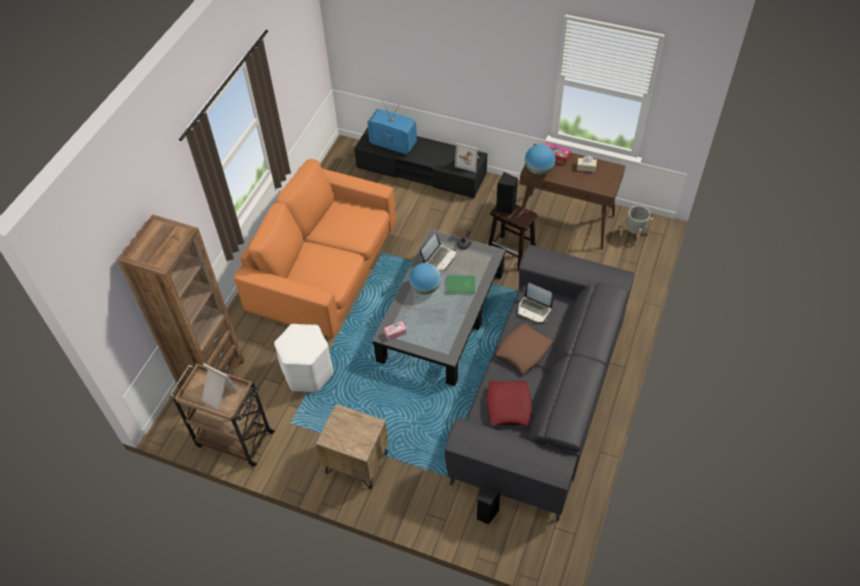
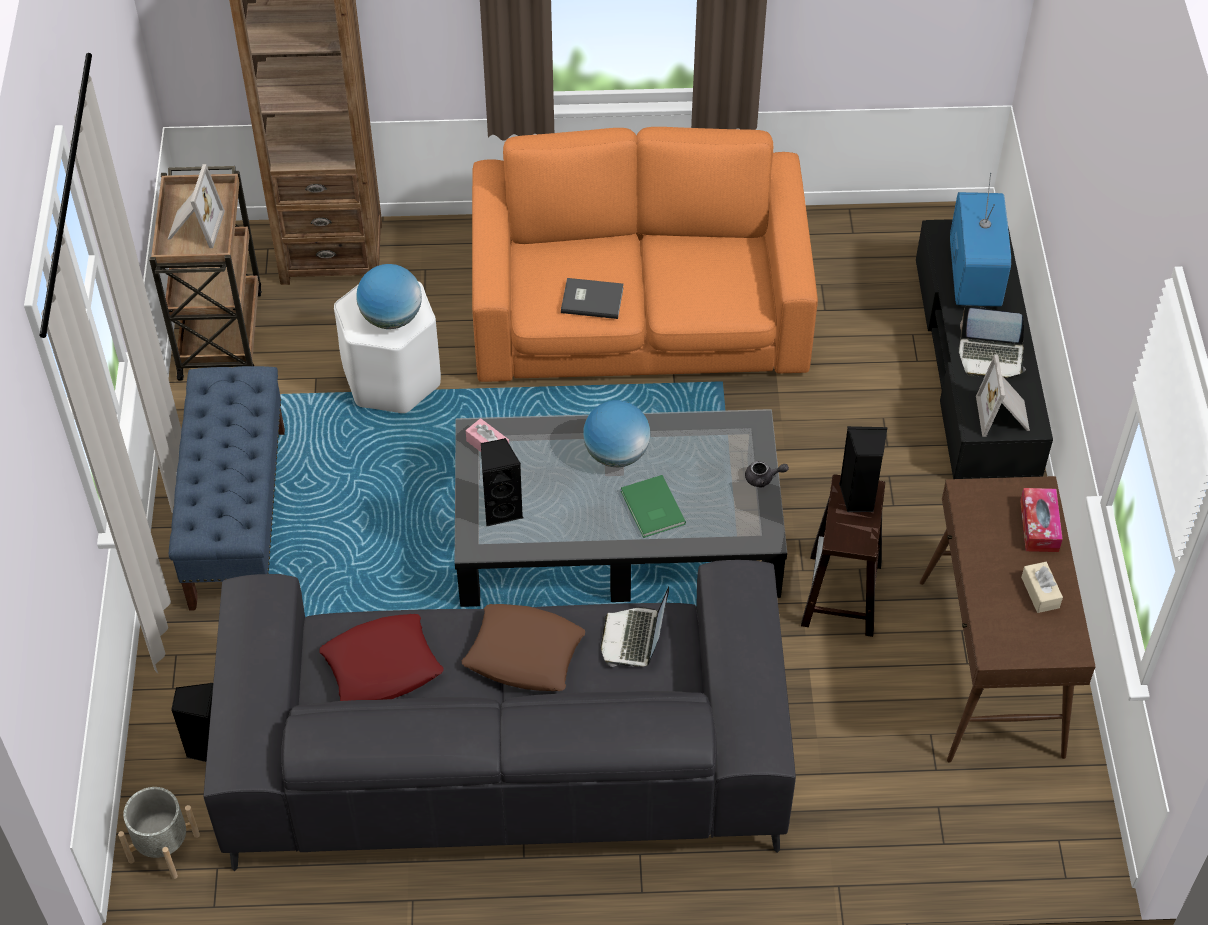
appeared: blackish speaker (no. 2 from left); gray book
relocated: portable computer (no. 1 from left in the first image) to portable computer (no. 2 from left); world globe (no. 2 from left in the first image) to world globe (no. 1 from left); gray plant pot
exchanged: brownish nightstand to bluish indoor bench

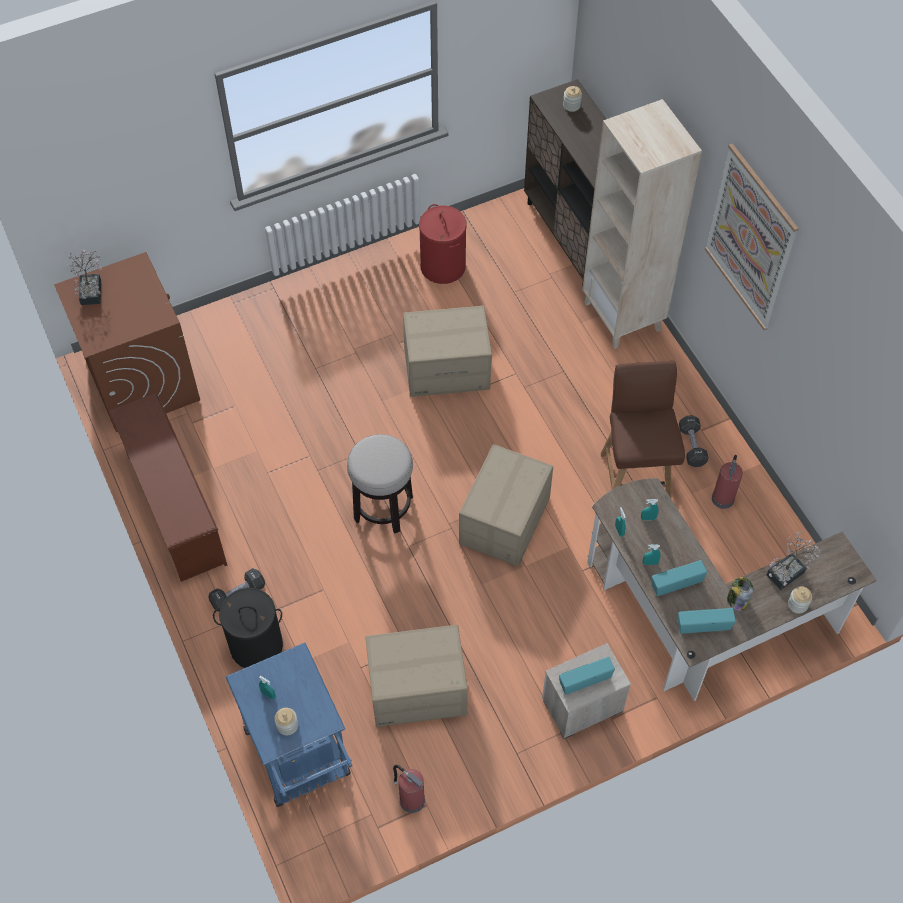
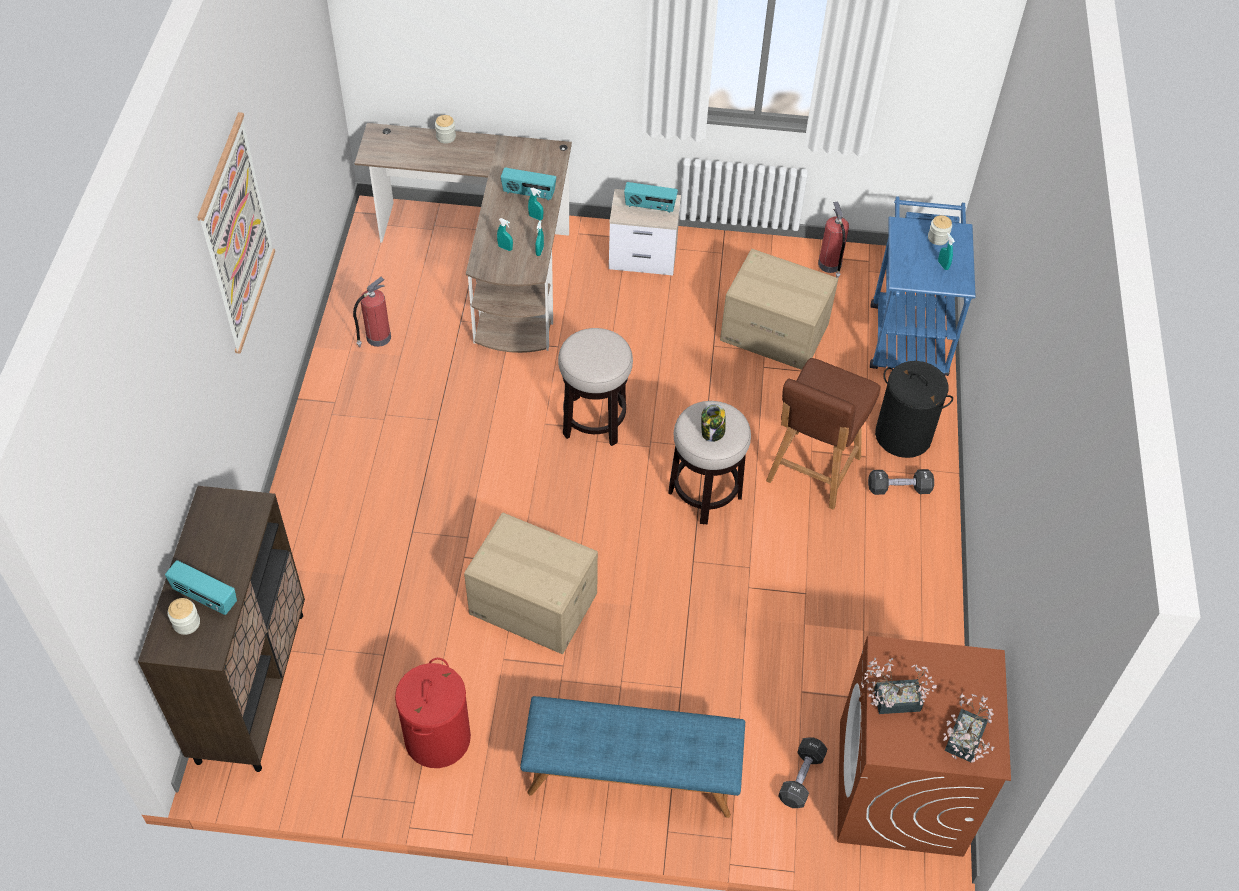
missing: brownish shoe rack; beige bookshelf
appeared: bluish indoor bench
relocated: brownish chair; radio receiver (no. 3 from left in the first image) to radio receiver (no. 1 from left); blackish free weight (no. 2 from left in the first image) to blackish free weight (no. 1 from left); storage jar (no. 3 from left); potted plant (no. 2 from left in the first image) to potted plant (no. 1 from left)
exchanged: cardboard box (no. 3 from left) to stool seat (no. 1 from left)

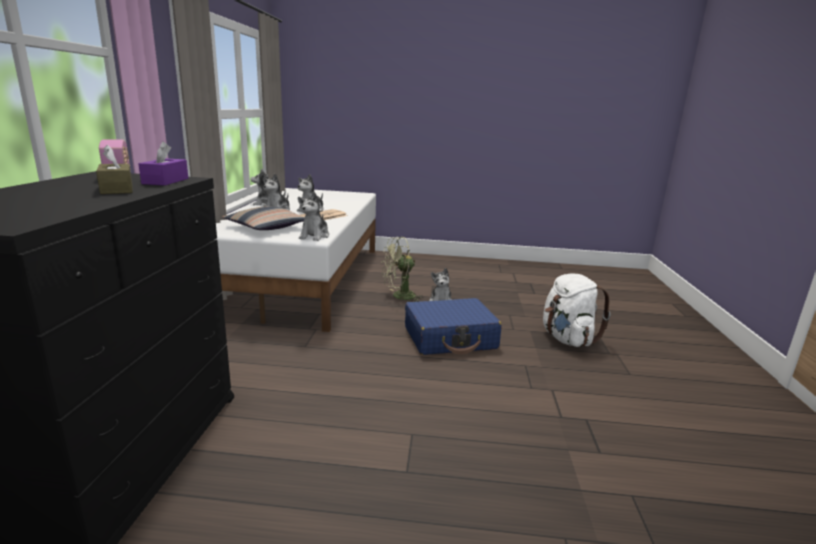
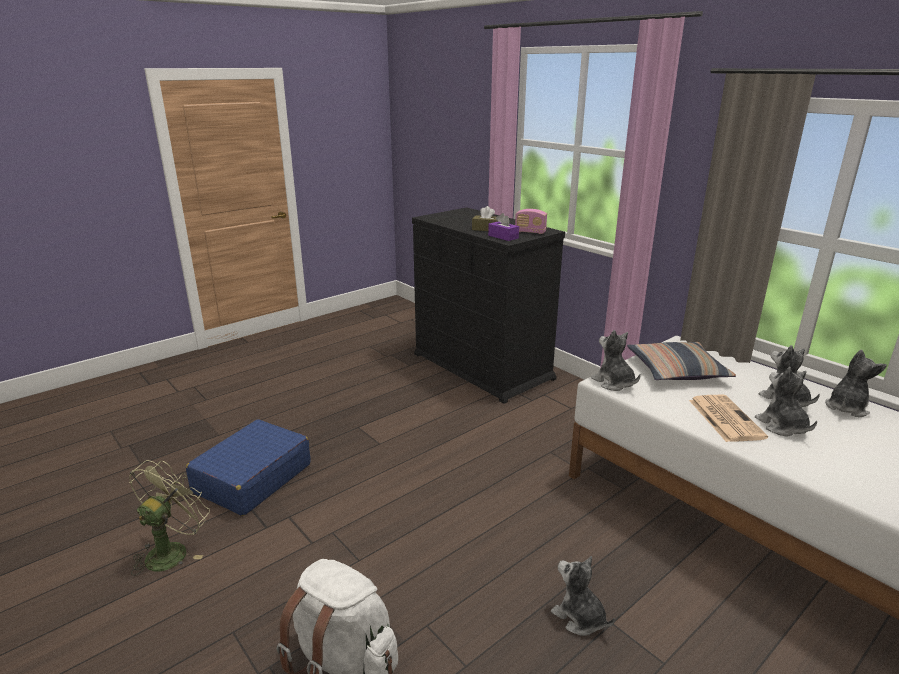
relocated: greenish cooling fan; bluish travel case

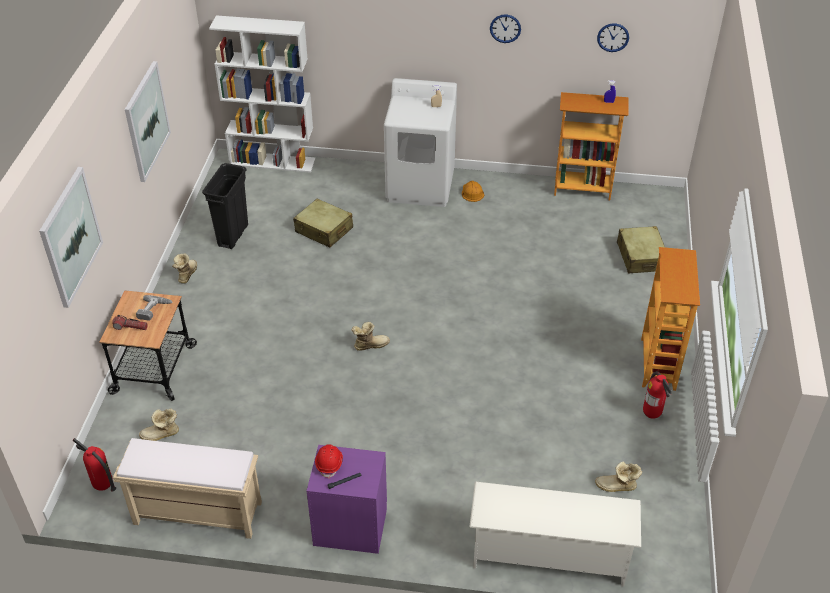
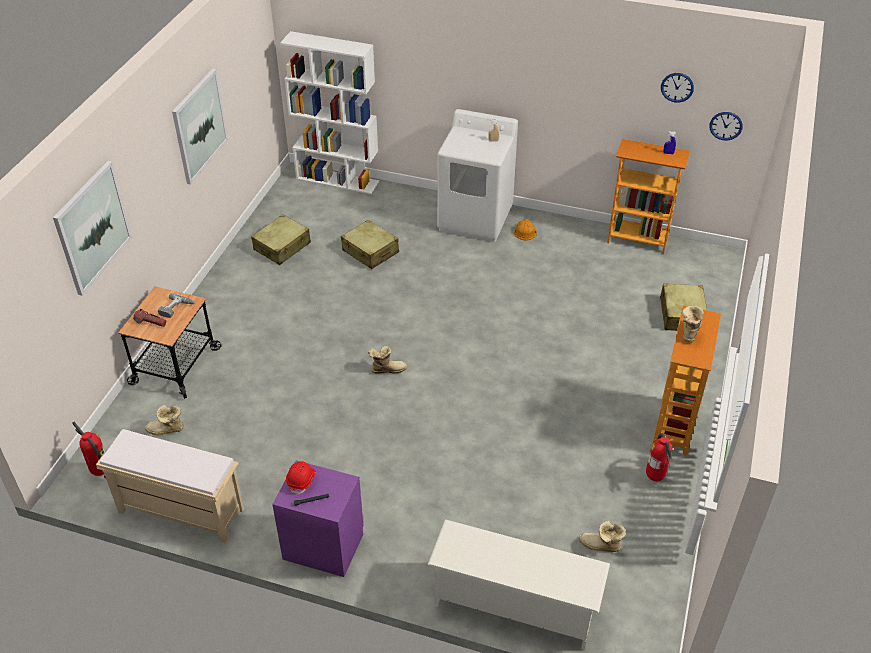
relocated: tall boot (no. 2 from left in the first image) to tall boot (no. 4 from left); hanging clock (no. 1 from left in the first image) to hanging clock (no. 2 from left)
exchanged: blackish rubbish bin to beige travel case (no. 1 from left)

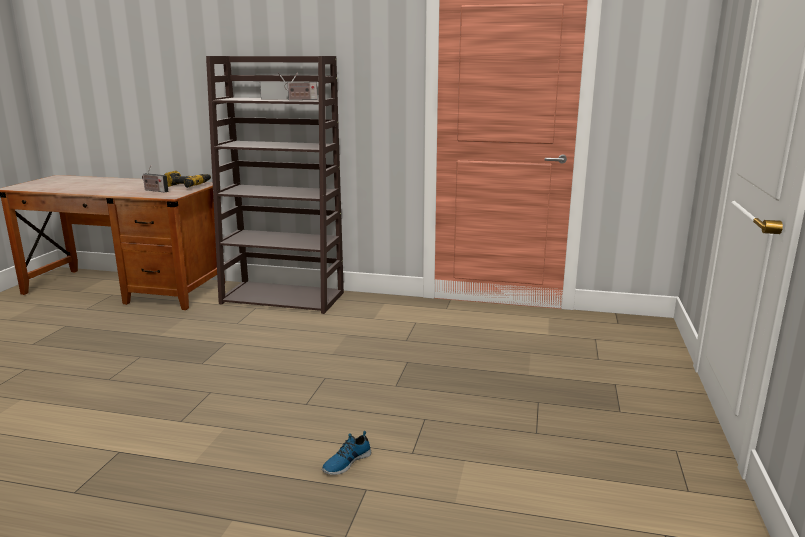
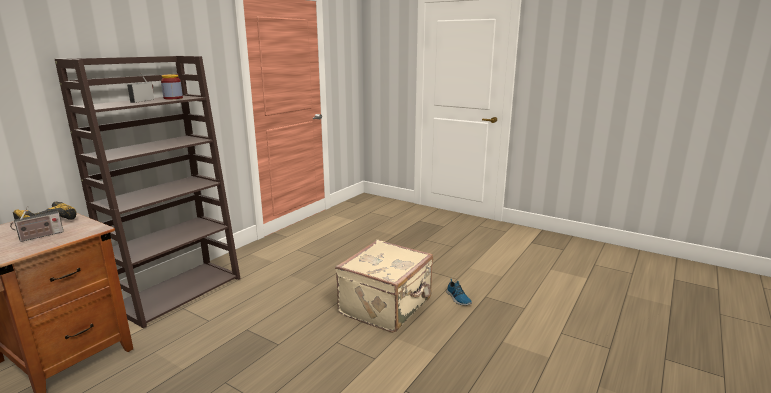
appeared: beige travel case
exchanged: radio receiver (no. 3 from left) to storage jar

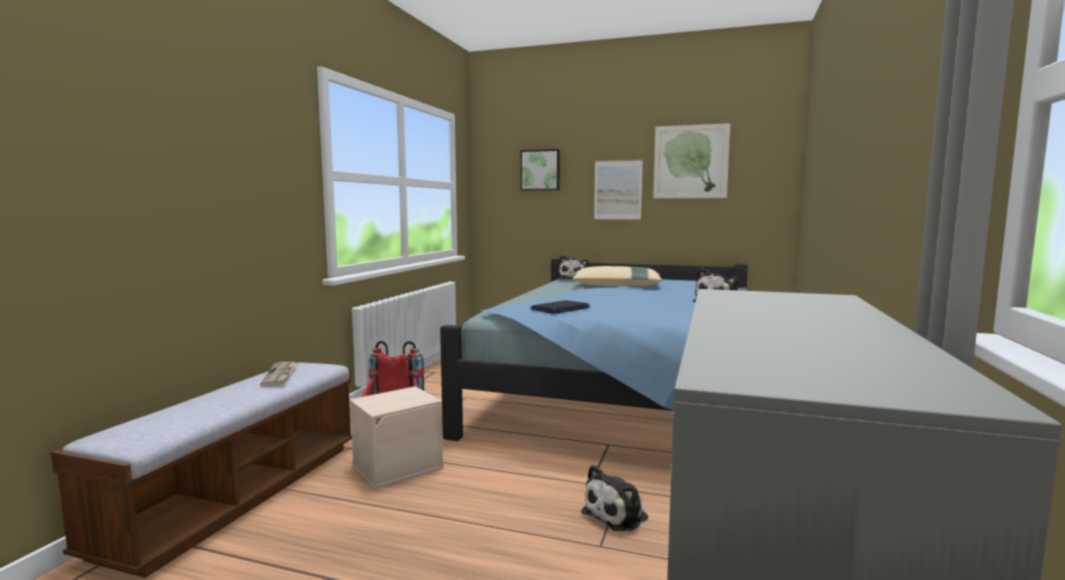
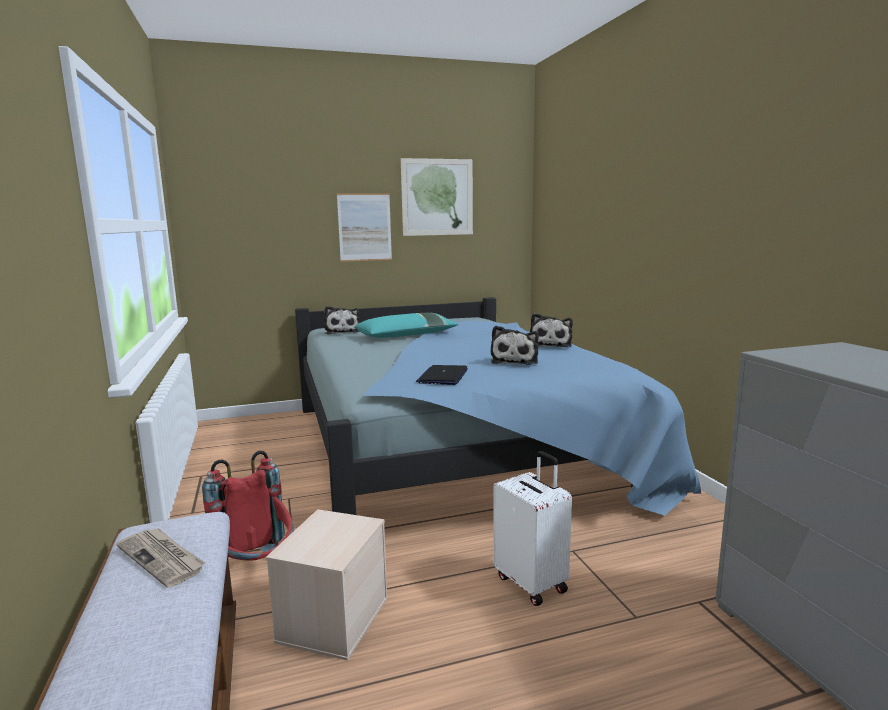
missing: wall picture (no. 1 from left)
appeared: white-coloured travel case
relocated: plush toy (no. 2 from left)
colour: beige cushion to blue-green cushion

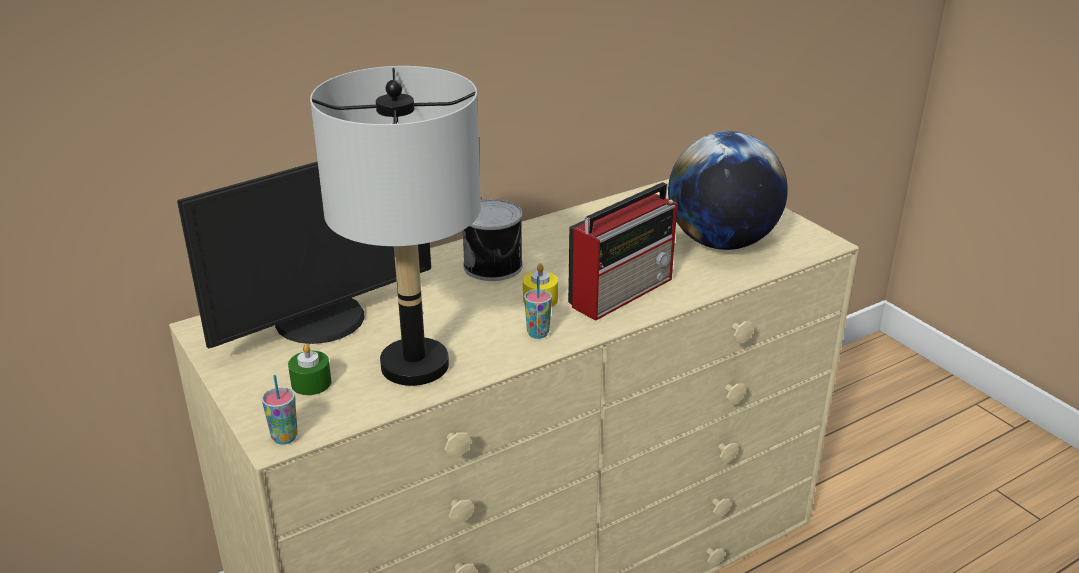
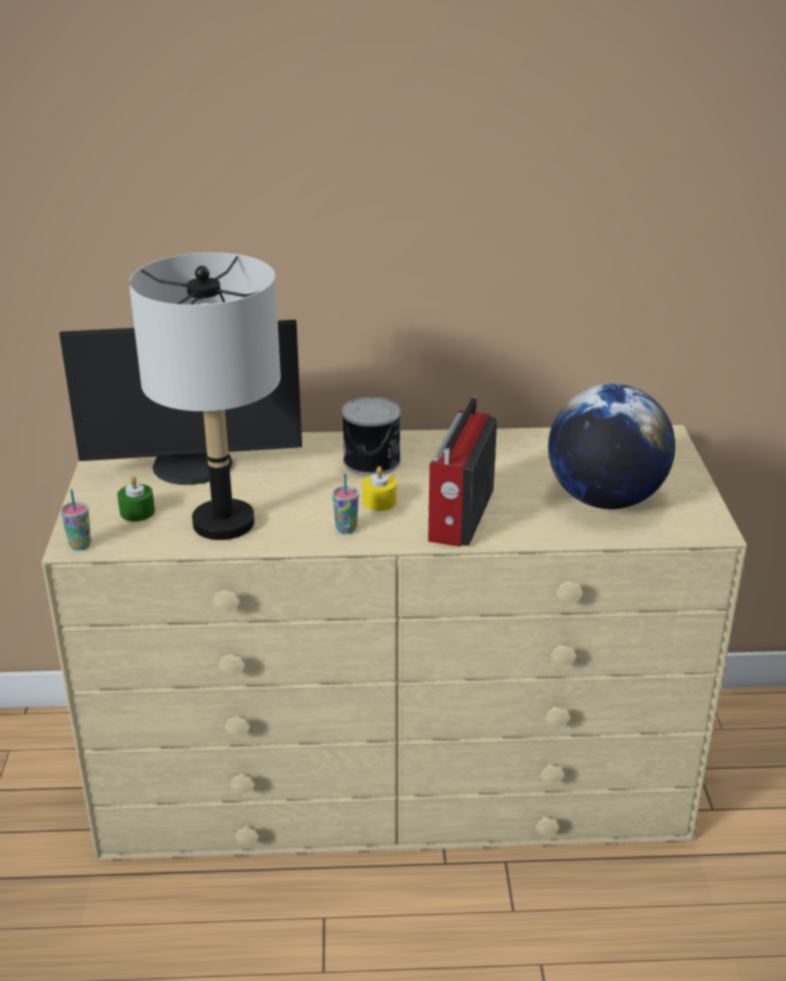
spun: radio receiver 120 degrees clockwise

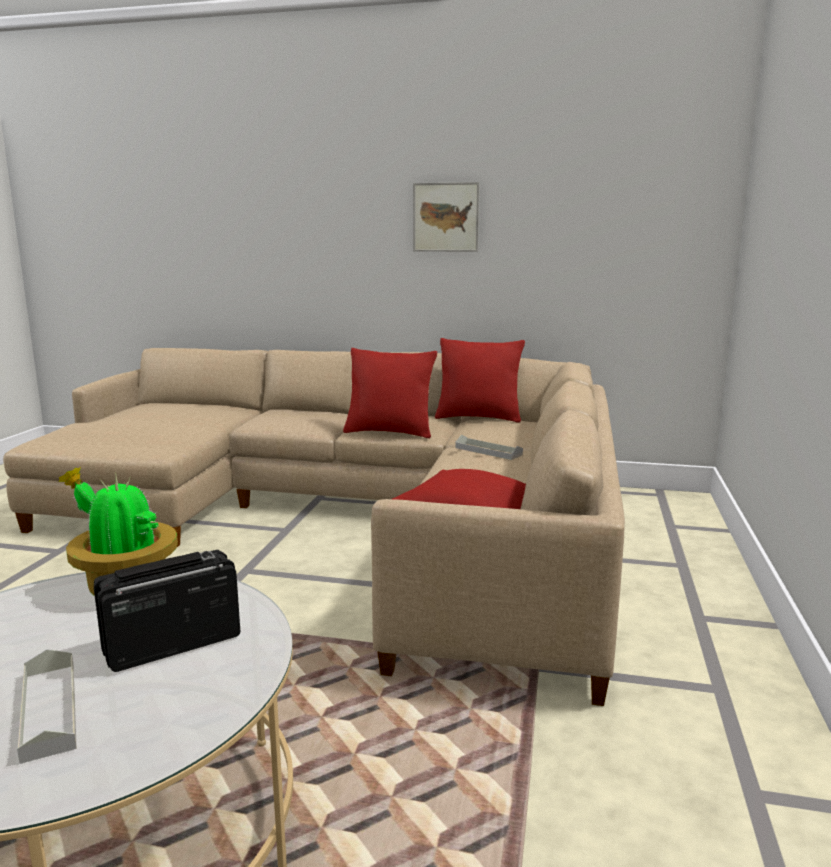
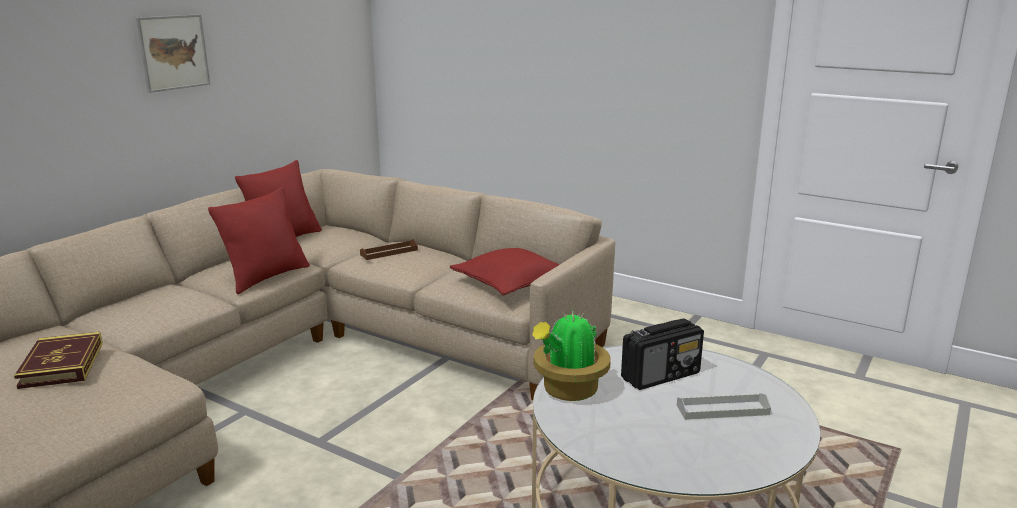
appeared: book
colour: gray carrying tray (no. 2 from left) to brownish carrying tray
spun: radio receiver 105 degrees counterclockwise

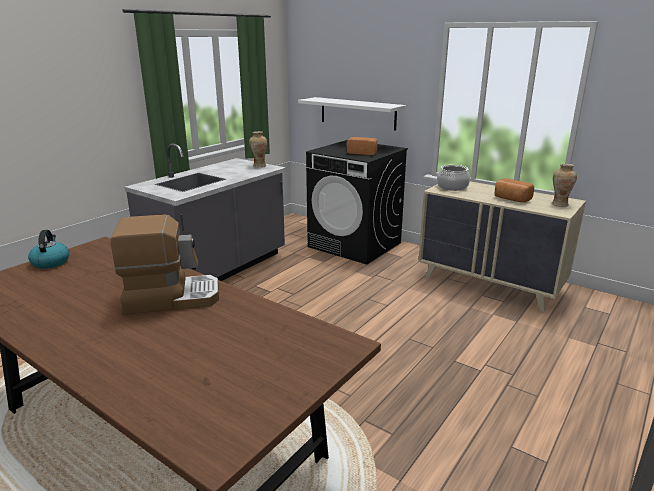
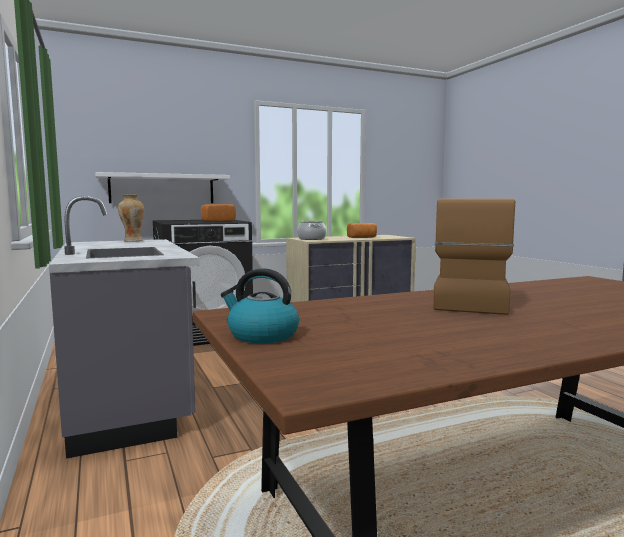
missing: vase (no. 2 from left)

